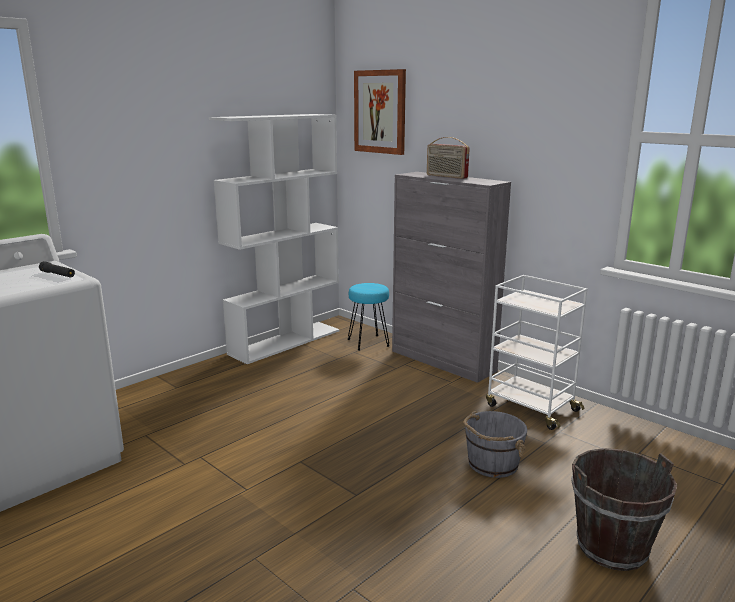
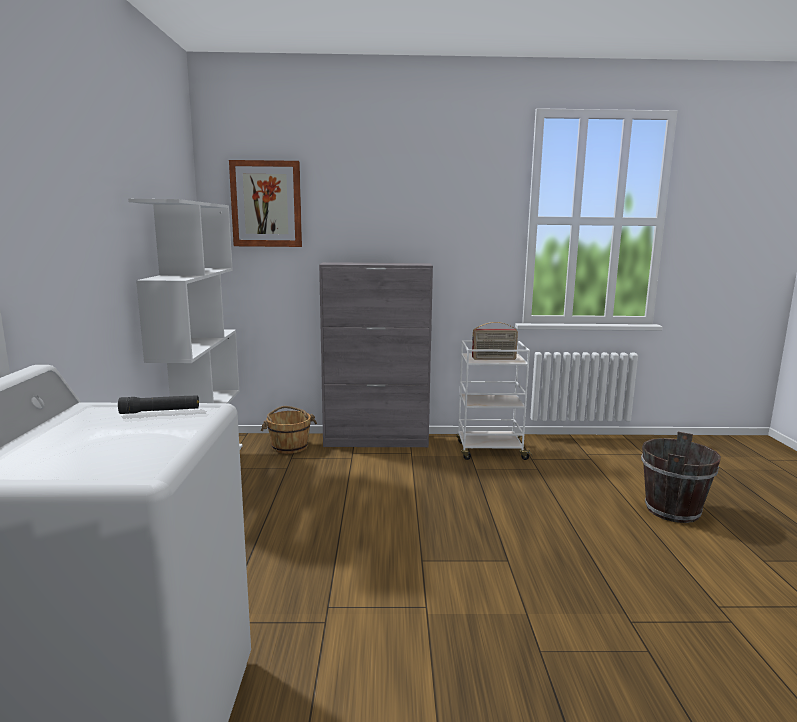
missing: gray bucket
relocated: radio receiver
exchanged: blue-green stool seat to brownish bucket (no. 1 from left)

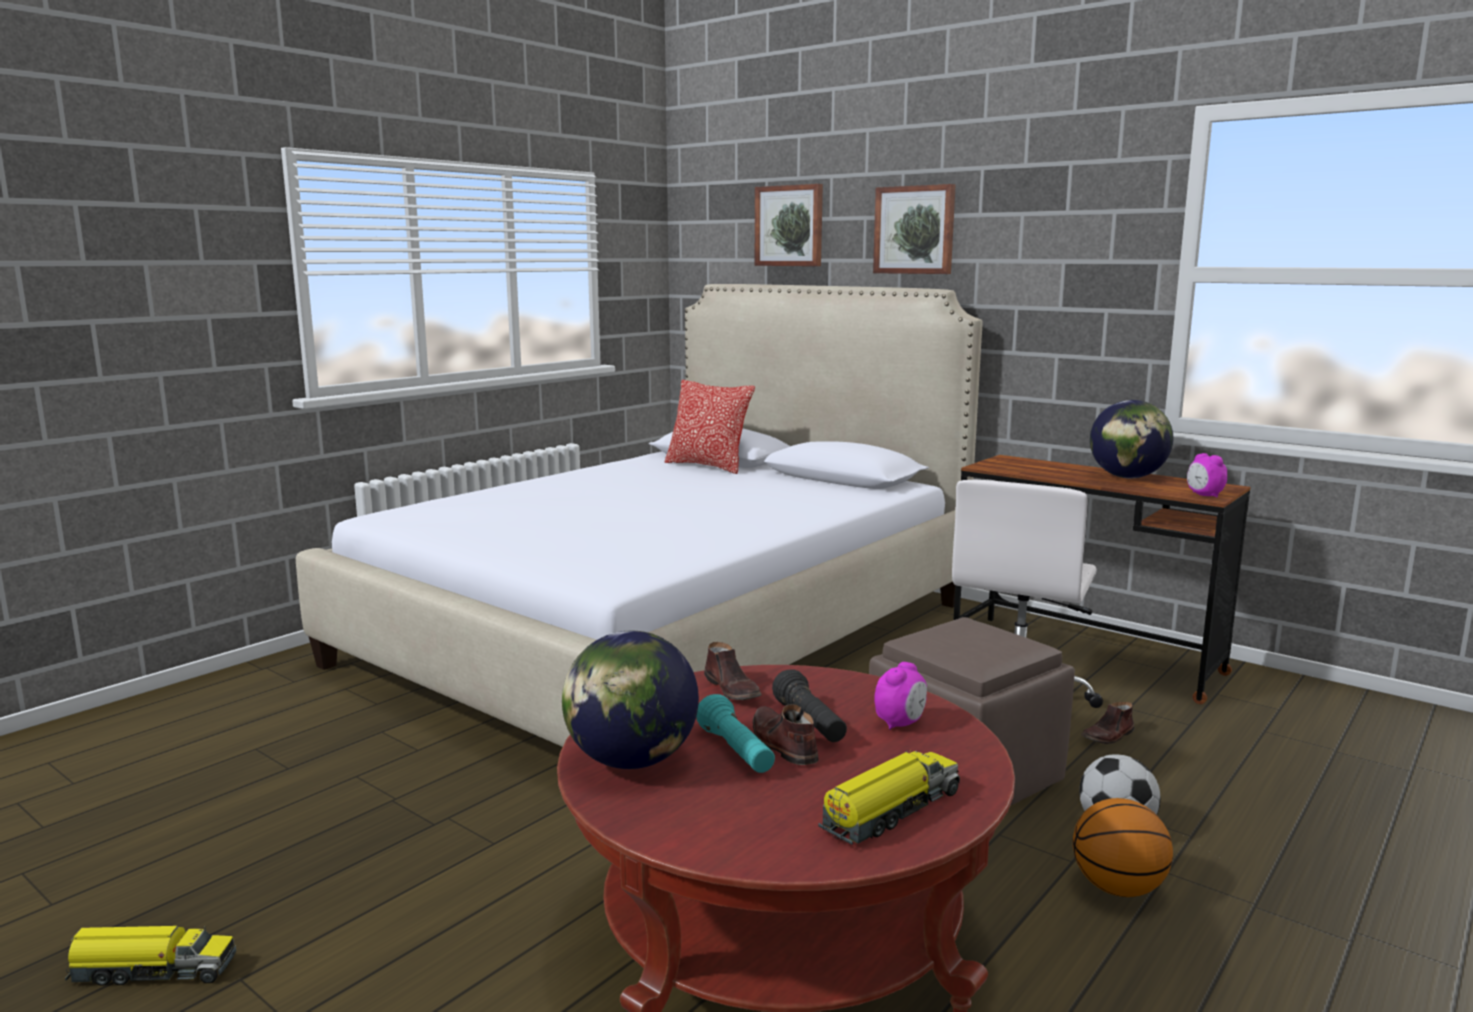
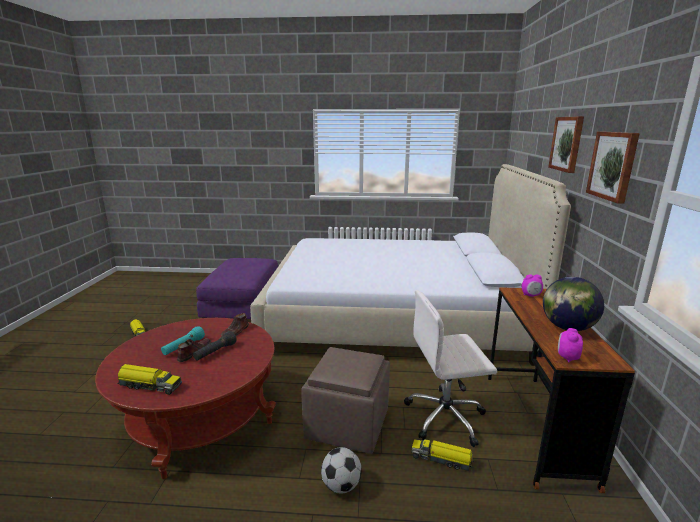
missing: world globe (no. 1 from left); cushion; basketball ball
appeared: purple-coloured pouffe
relocated: wall picture (no. 1 from left in the first image) to wall picture (no. 2 from left); alarm clock (no. 1 from left)
exchanged: brownish item of footwear (no. 3 from left) to model truck (no. 3 from left)

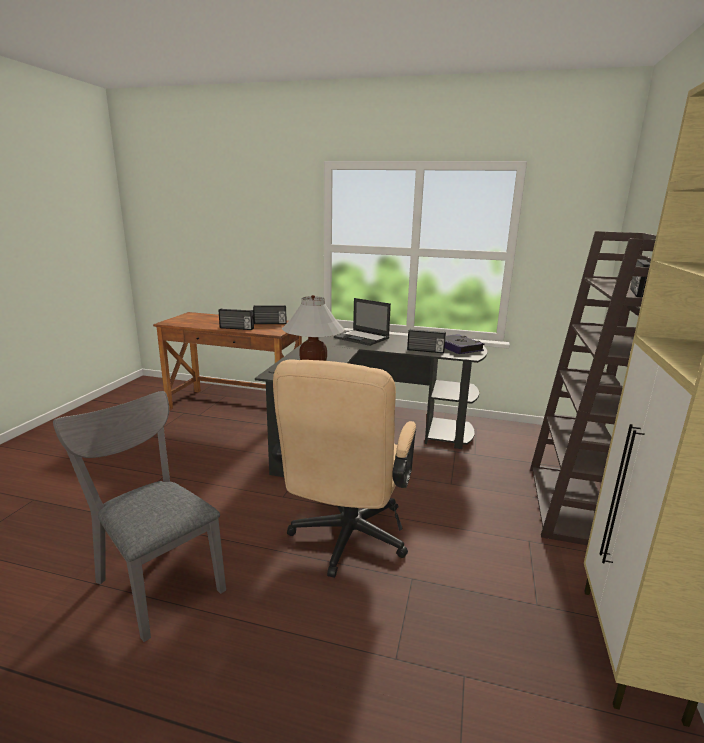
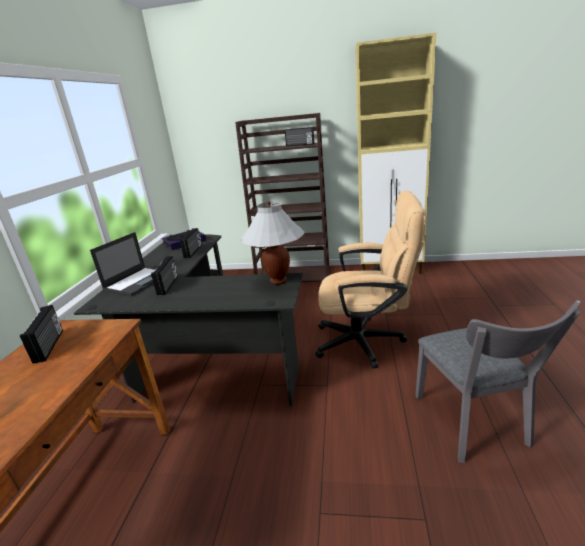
relocated: radio receiver (no. 1 from left in the first image) to radio receiver (no. 2 from left)
spun: gray chair 45 degrees counterclockwise

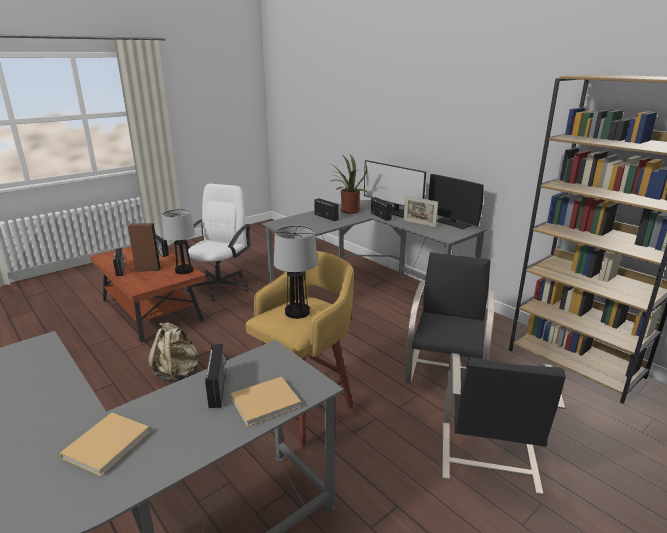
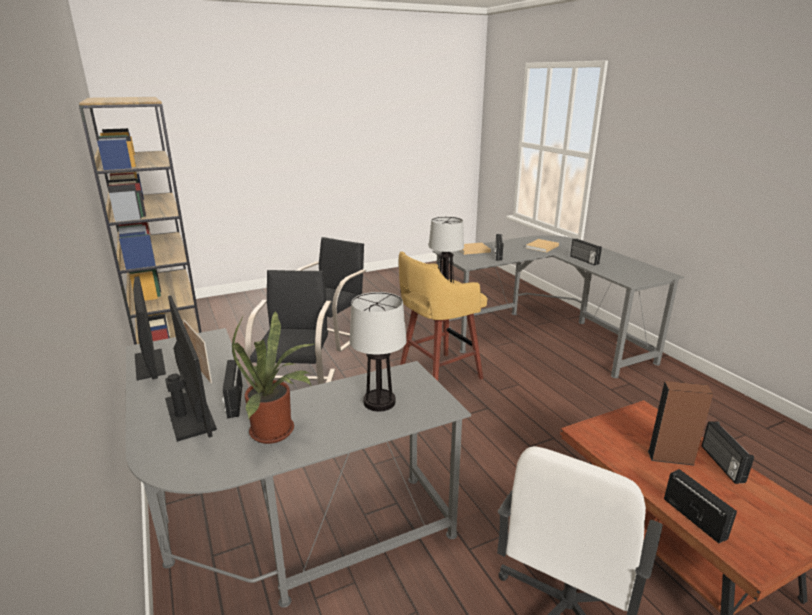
missing: beige backpack
relocated: tabletop lamp (no. 1 from left); radio receiver (no. 4 from left in the first image) to radio receiver (no. 3 from left)
spun: blackish chair (no. 1 from left) 150 degrees clockwise

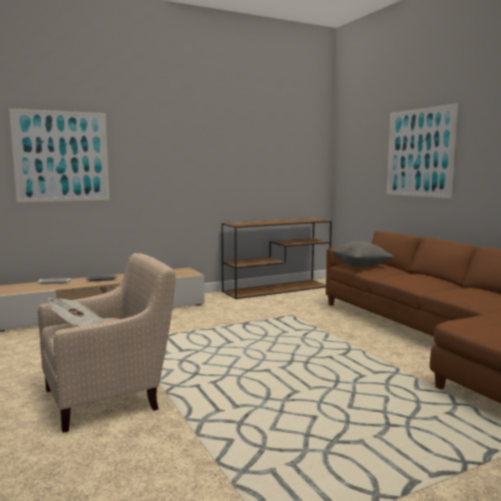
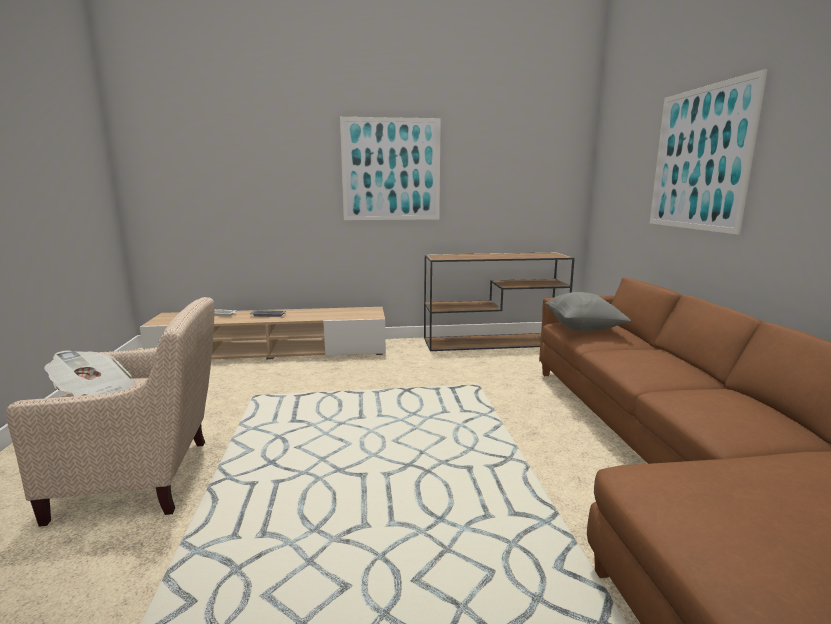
relocated: wall picture (no. 1 from left)

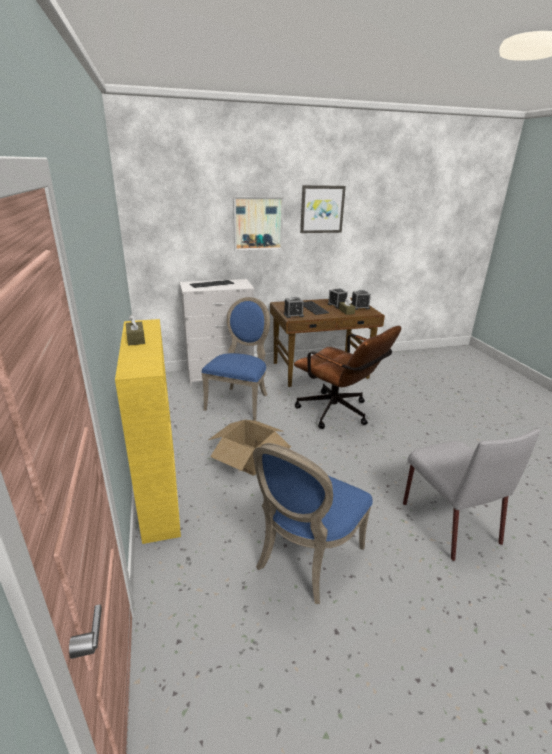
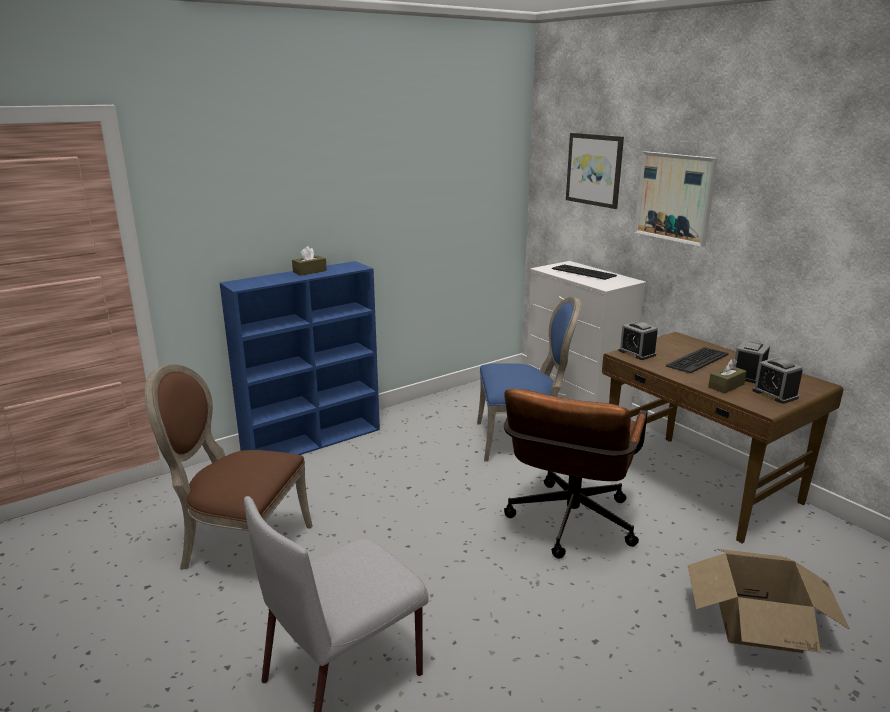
relocated: cardboard box; wall picture (no. 2 from left in the first image) to wall picture (no. 1 from left)
colour: yellow-coloured bookshelf to bluish bookshelf; bluish chair (no. 2 from left) to brownish chair

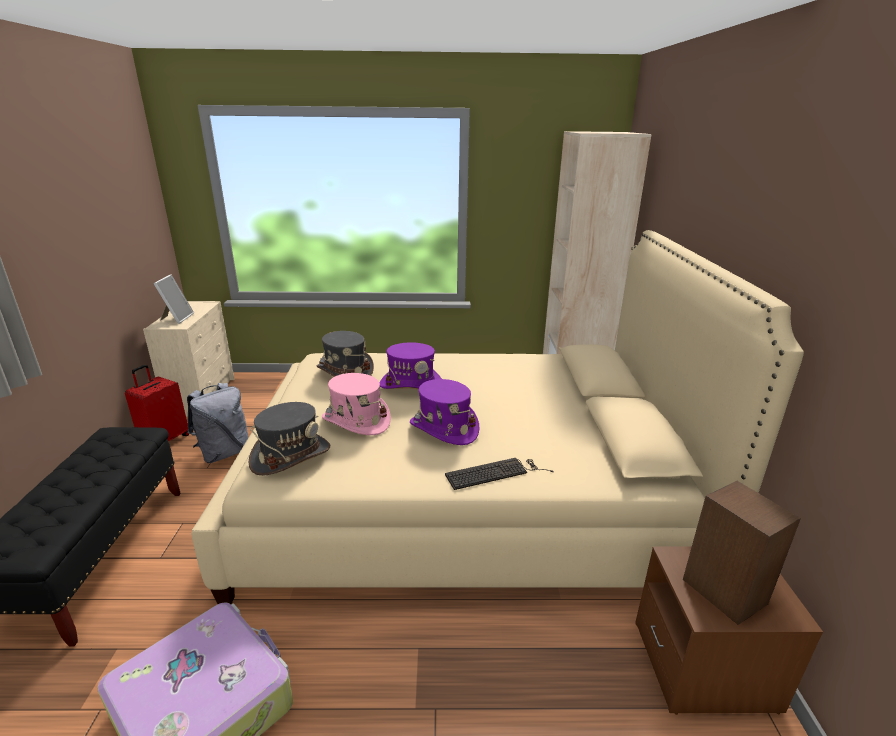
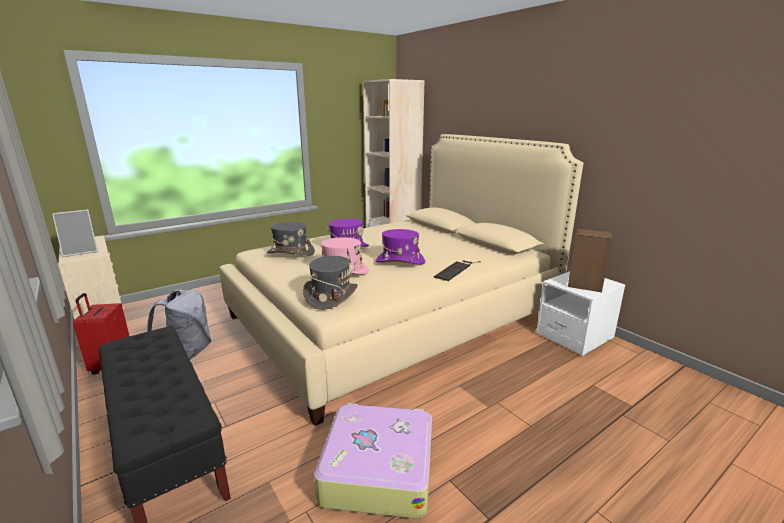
colour: brownish nightstand to white-coloured nightstand
spun: picture frame 90 degrees clockwise

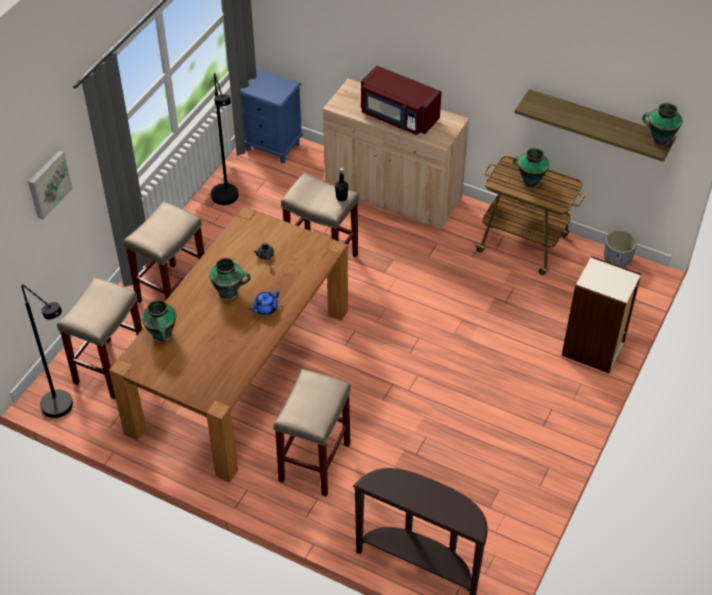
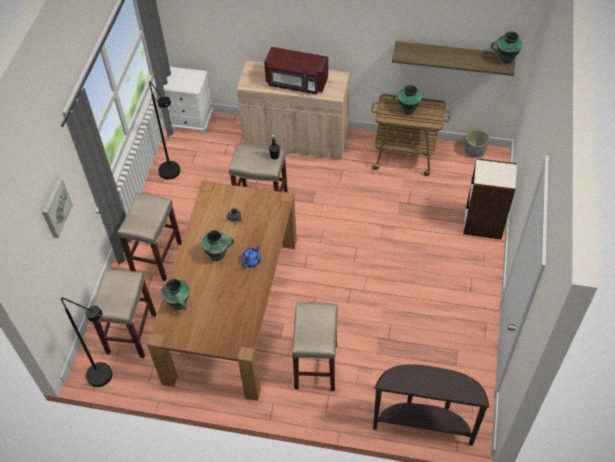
colour: bluish nightstand to white-coloured nightstand

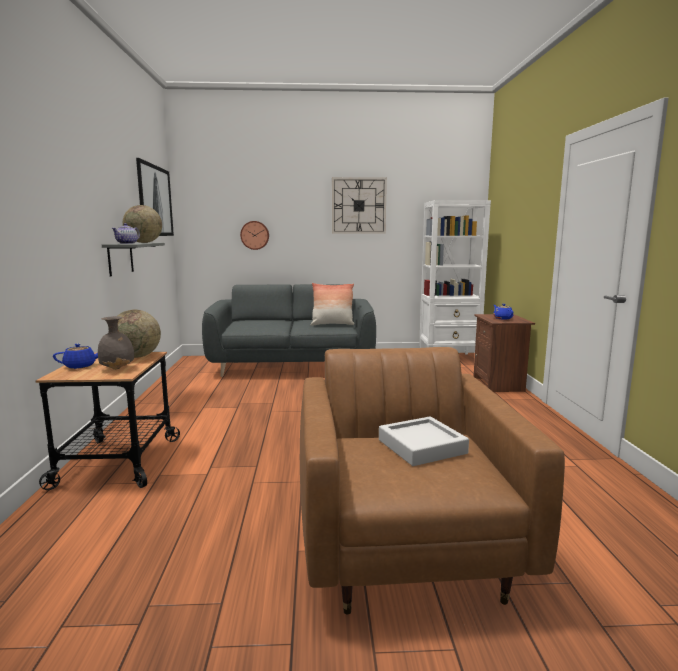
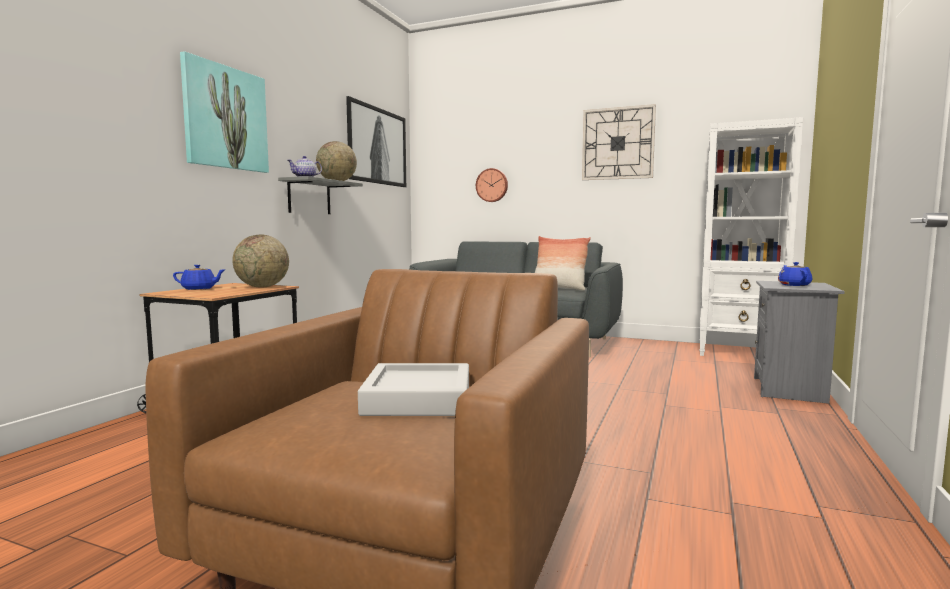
missing: gray vase
appeared: wall picture (no. 1 from left)
colour: brownish nightstand to gray nightstand

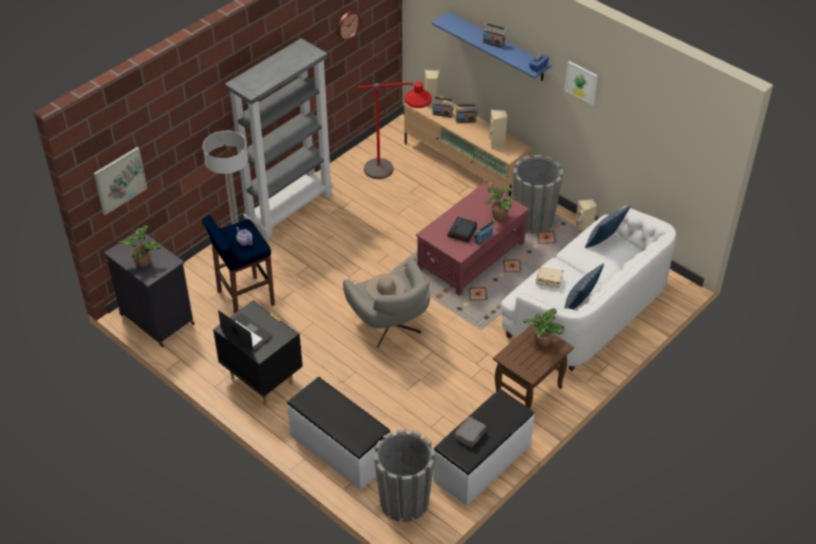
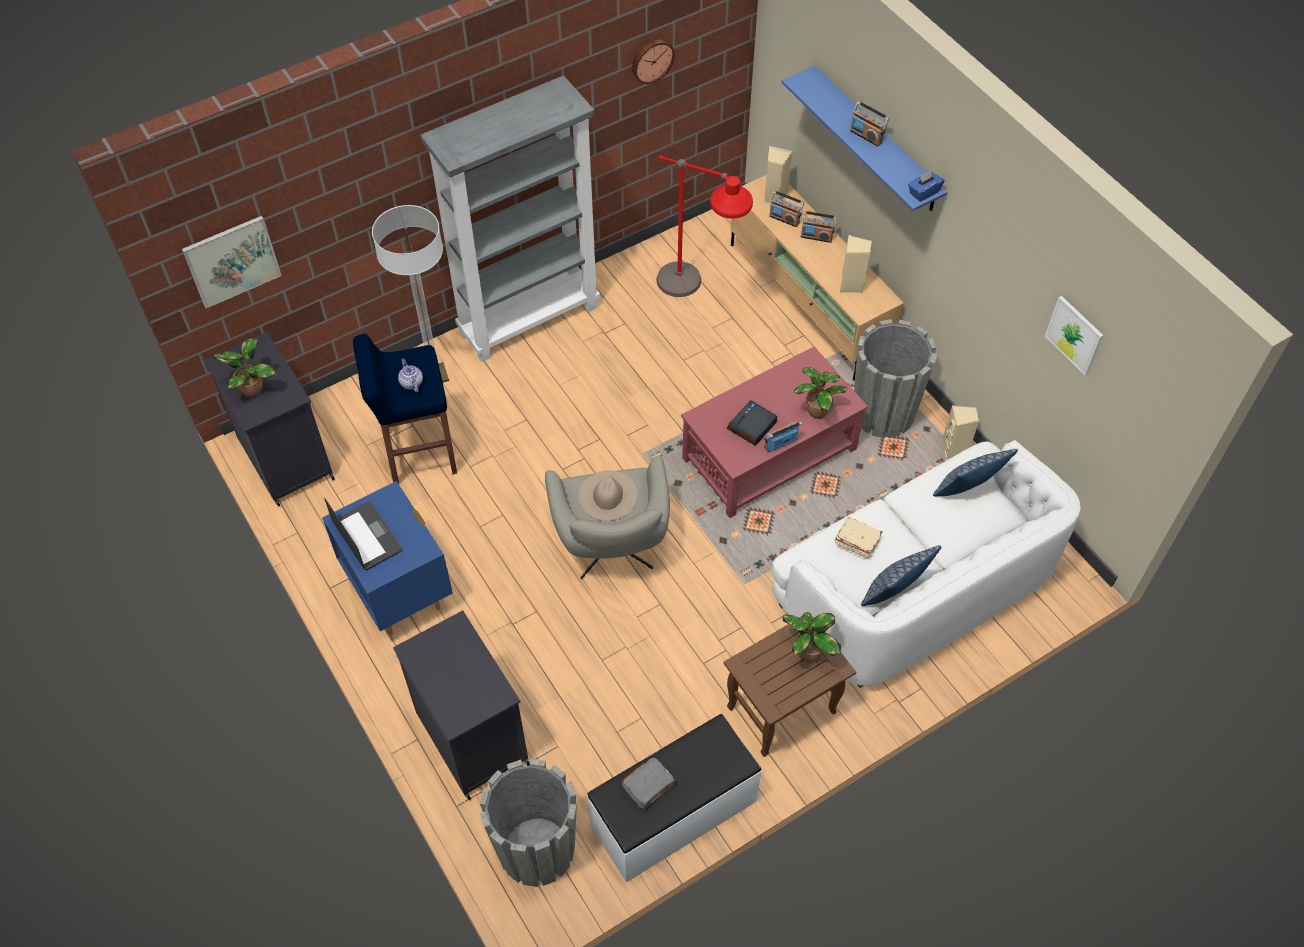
relocated: wall picture (no. 2 from left)
exchanged: white-coloured indoor bench (no. 1 from left) to blackish storage cabinet (no. 2 from left)
colour: blackish nightstand to bluish nightstand

